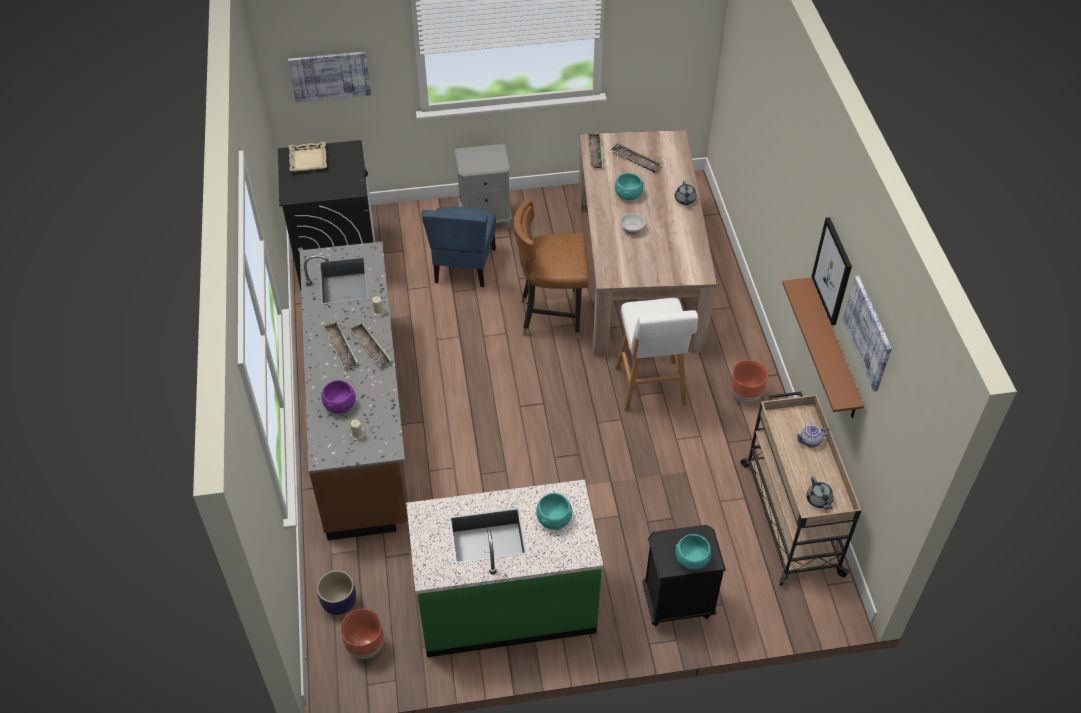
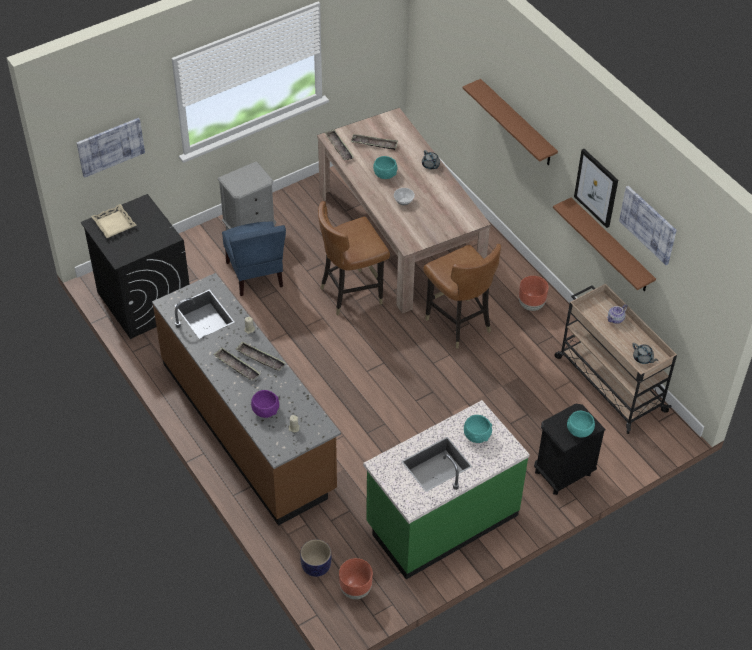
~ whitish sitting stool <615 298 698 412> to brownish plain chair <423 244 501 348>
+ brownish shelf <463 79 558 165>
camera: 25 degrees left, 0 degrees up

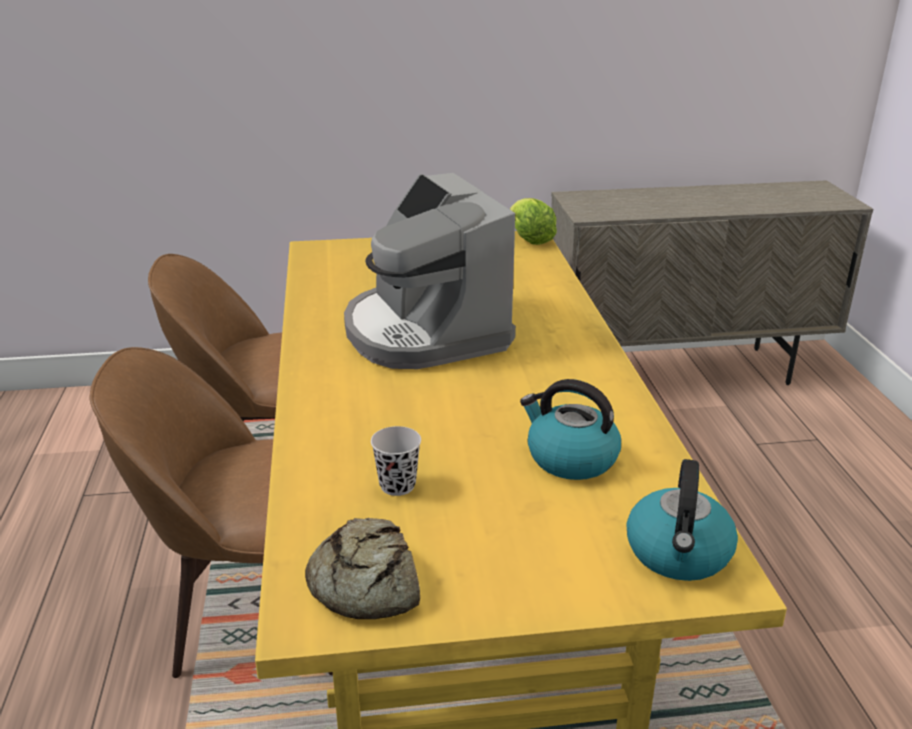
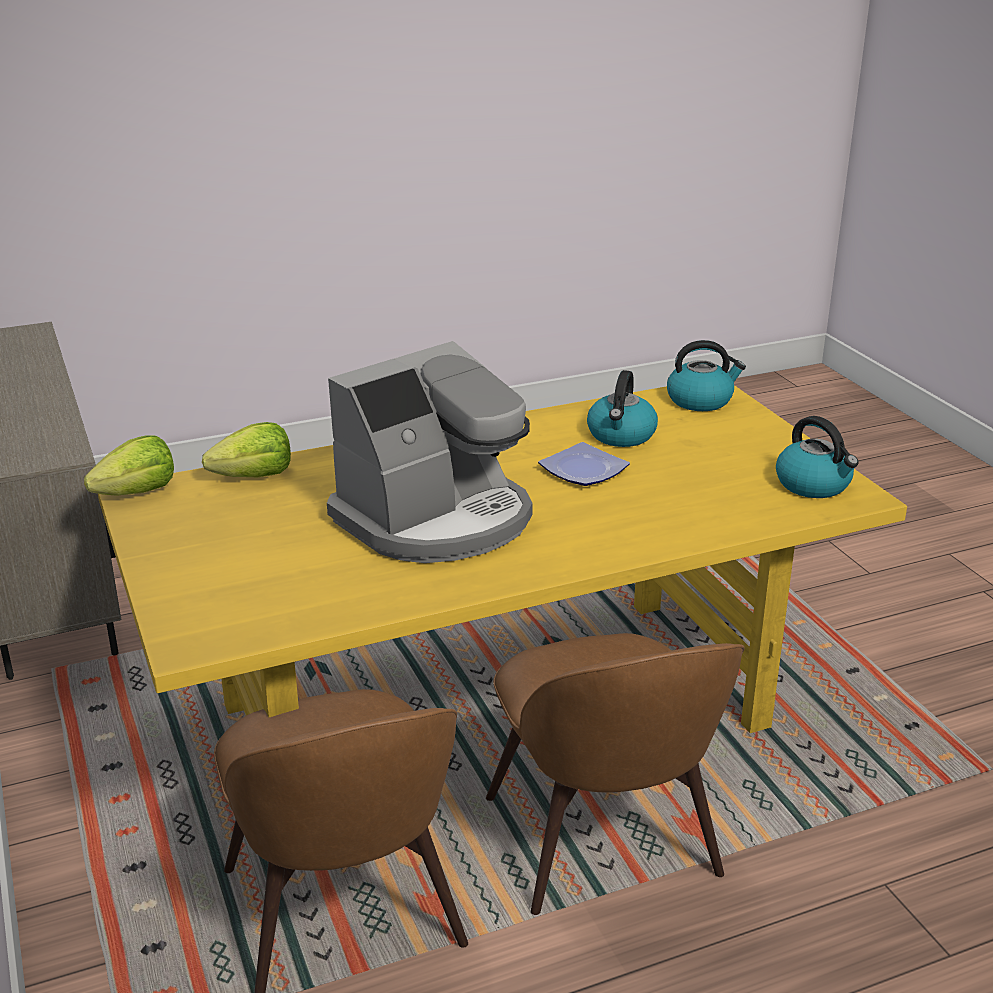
+ lettuce <202 422 291 477>
+ flat dish <538 442 630 486>
~ bread <305 518 420 619> to tea kettle <776 416 859 498>
- blackish cup <371 426 421 496>
camera: 105 degrees left, 0 degrees up

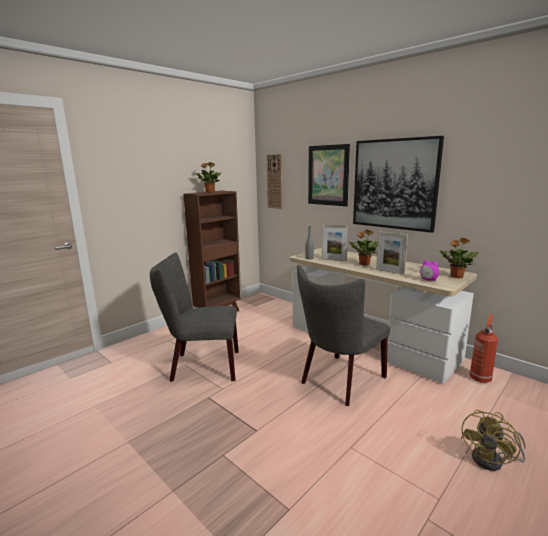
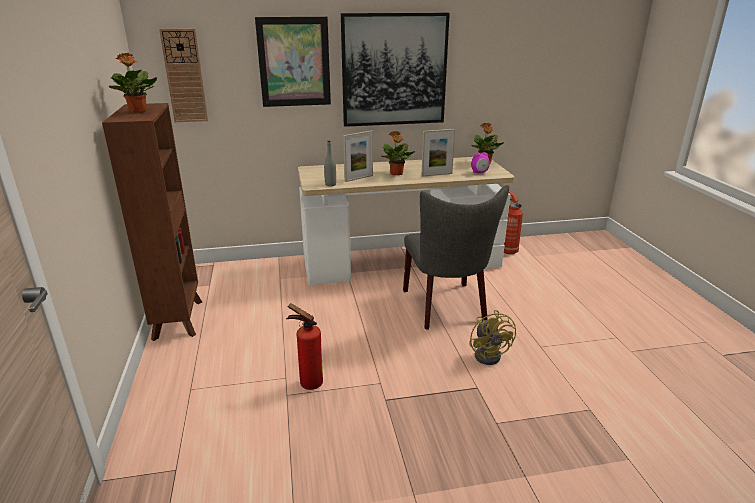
~ greyish plain chair <150 252 239 382> to extinguisher <286 303 323 390>
~ yellowish electric fan <461 410 526 471> to <469 310 516 365>
camera: 55 degrees left, 10 degrees up

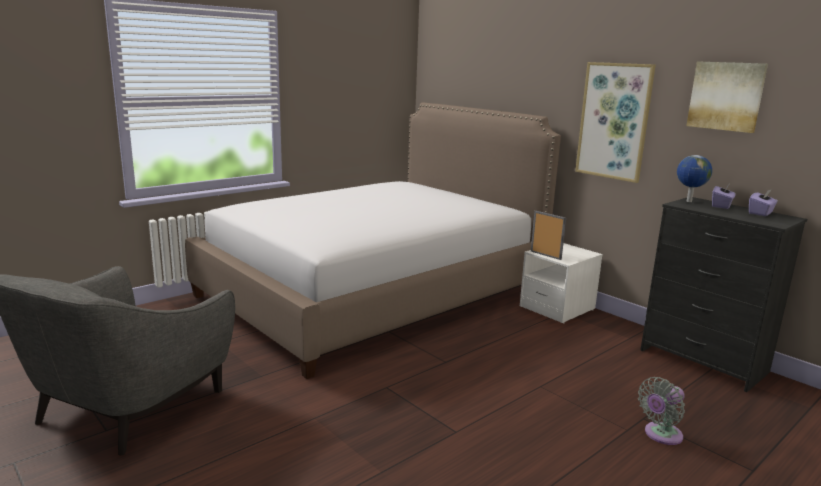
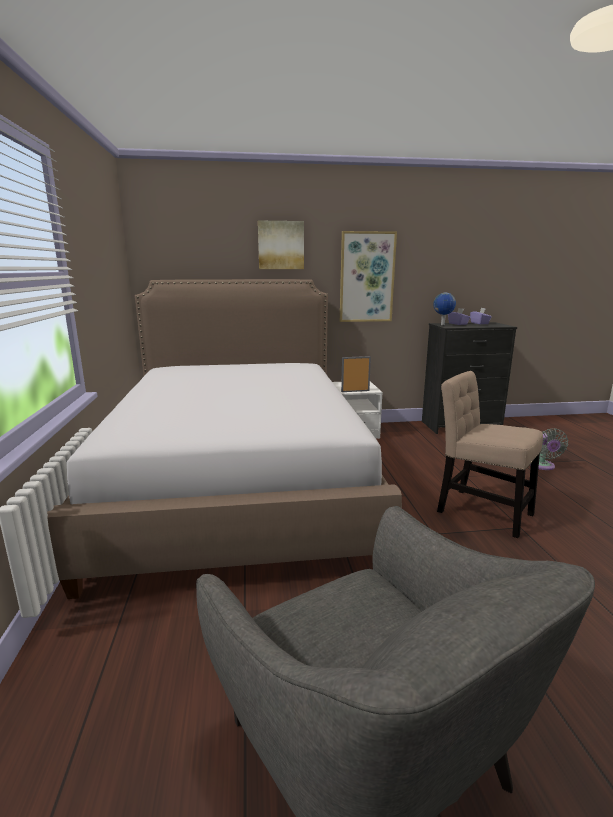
~ picture <686 61 768 133> to <258 221 304 269>
+ sand-coloured plain chair <437 371 543 538>
camera: 55 degrees left, 0 degrees up

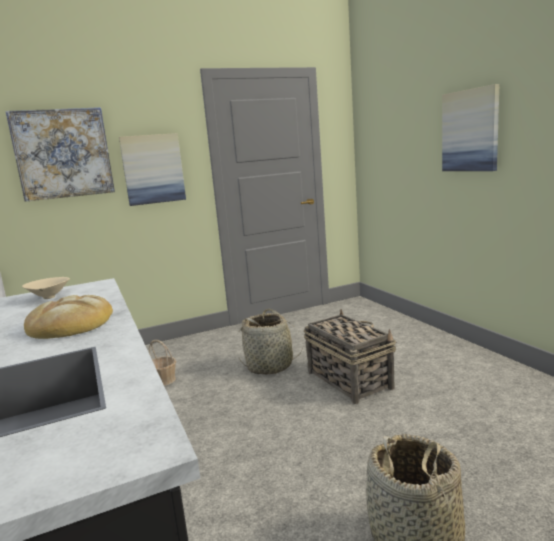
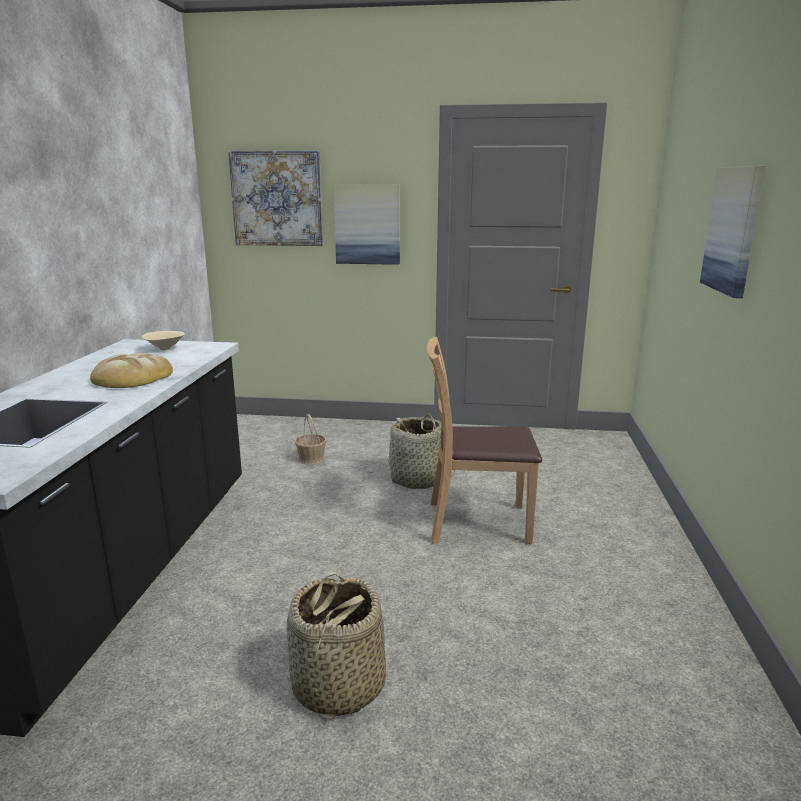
~ basket <304 309 396 404> to brownish plain chair <427 337 542 544>
camera: 30 degrees right, 5 degrees up

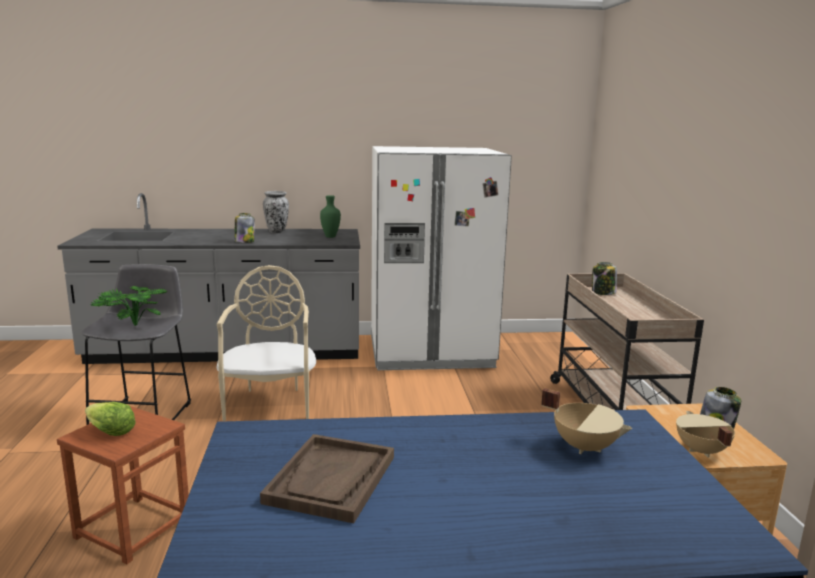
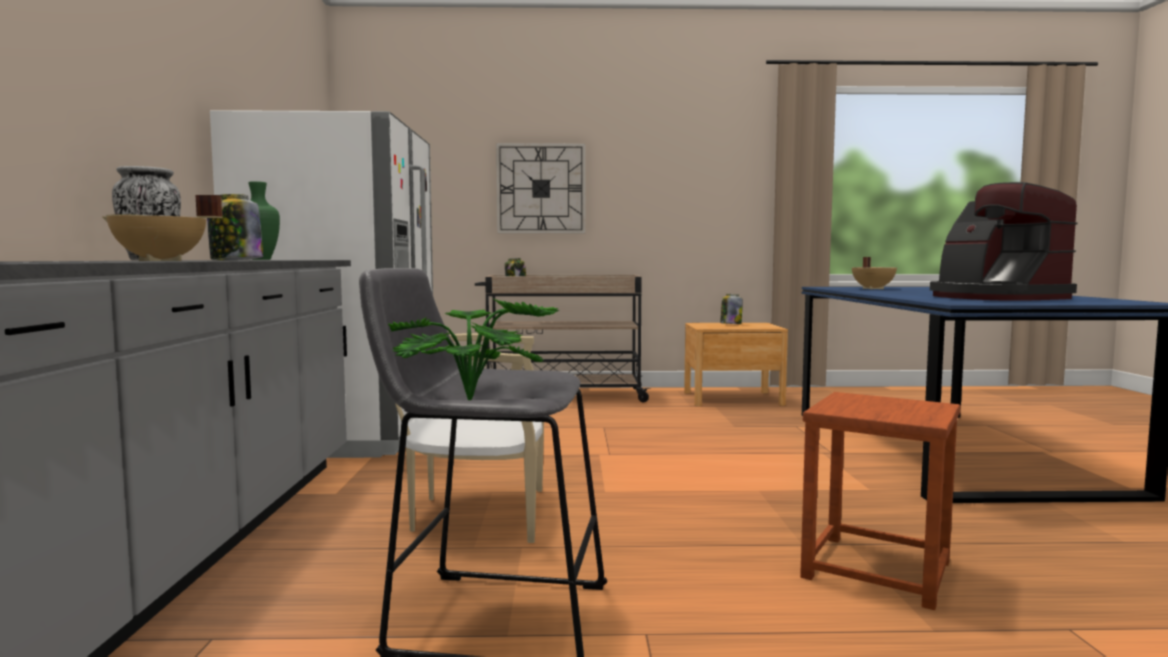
~ sand-coloured stockpot <676 411 735 457> to <102 195 222 261>
+ hanging clock <496 143 586 234>
~ brownish tray <260 434 394 523> to coffee machine <930 182 1078 301>
- lettuce <85 402 136 436>
camera: 85 degrees left, 10 degrees down

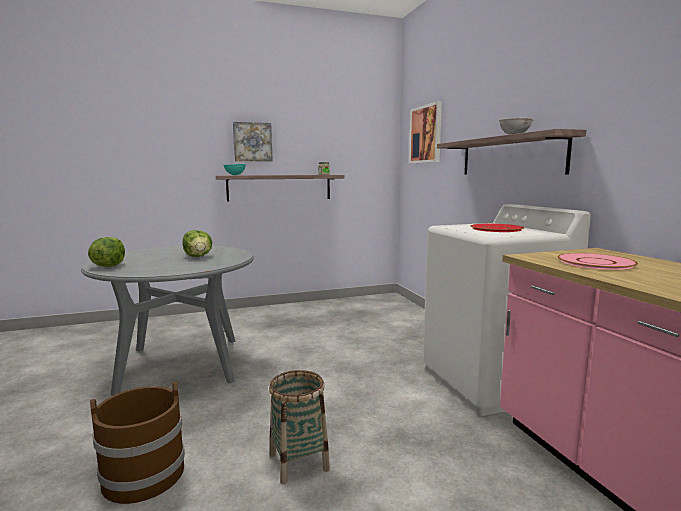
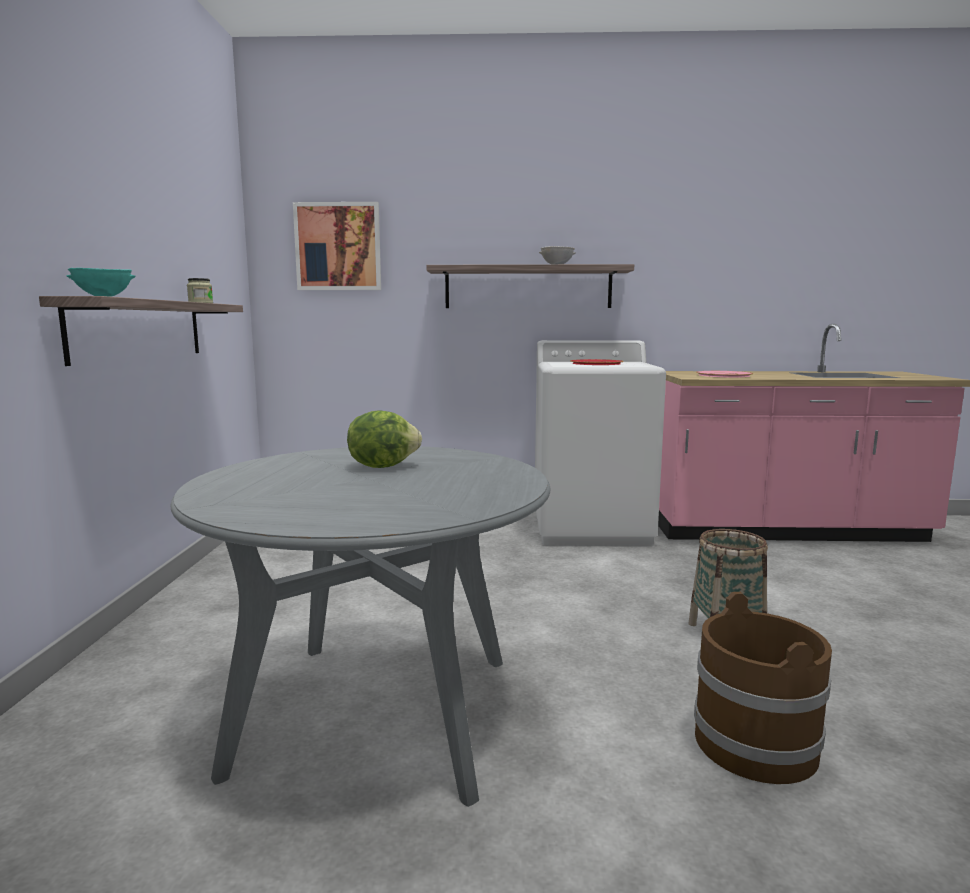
- lettuce <88 237 125 267>
- picture <233 122 273 161>
camera: 70 degrees left, 0 degrees up

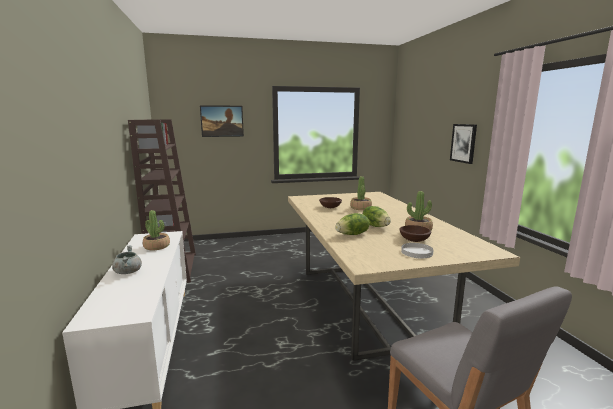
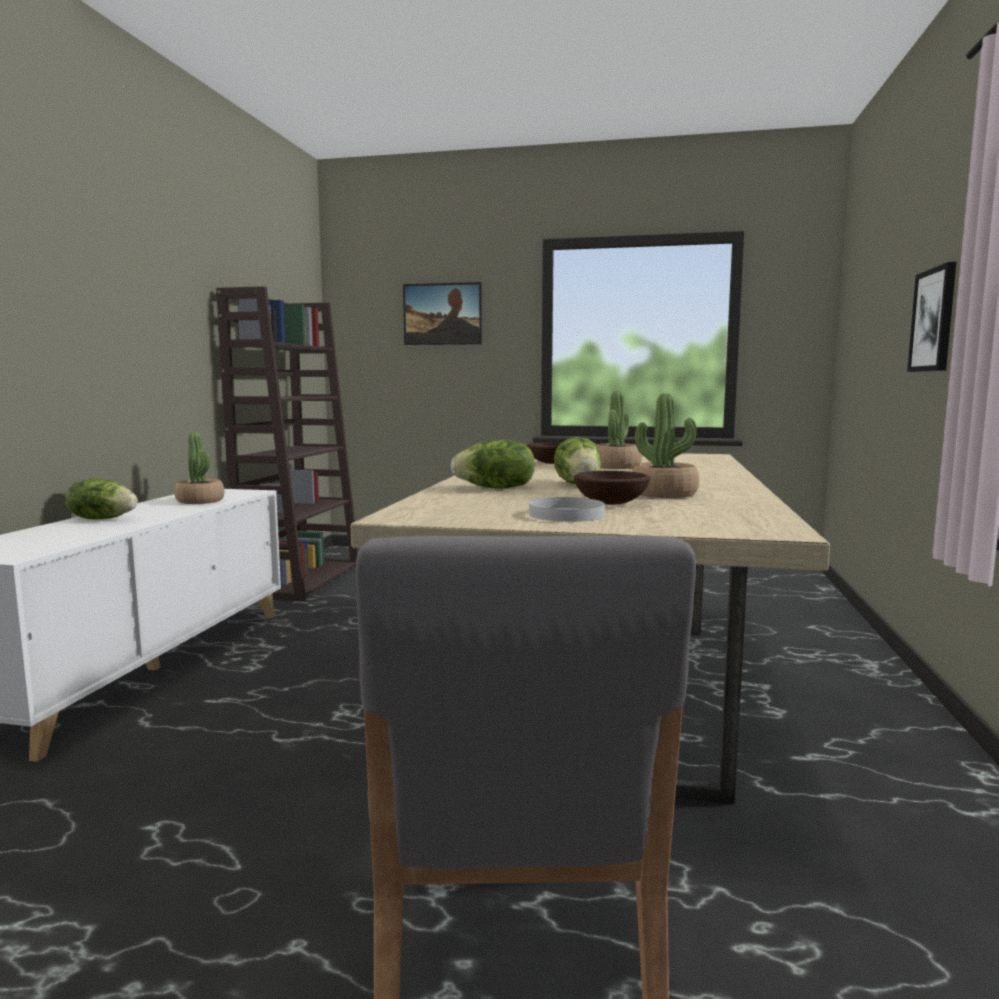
~ greyish stockpot <112 245 142 274> to lettuce <65 479 138 519>
camera: 25 degrees right, 5 degrees down

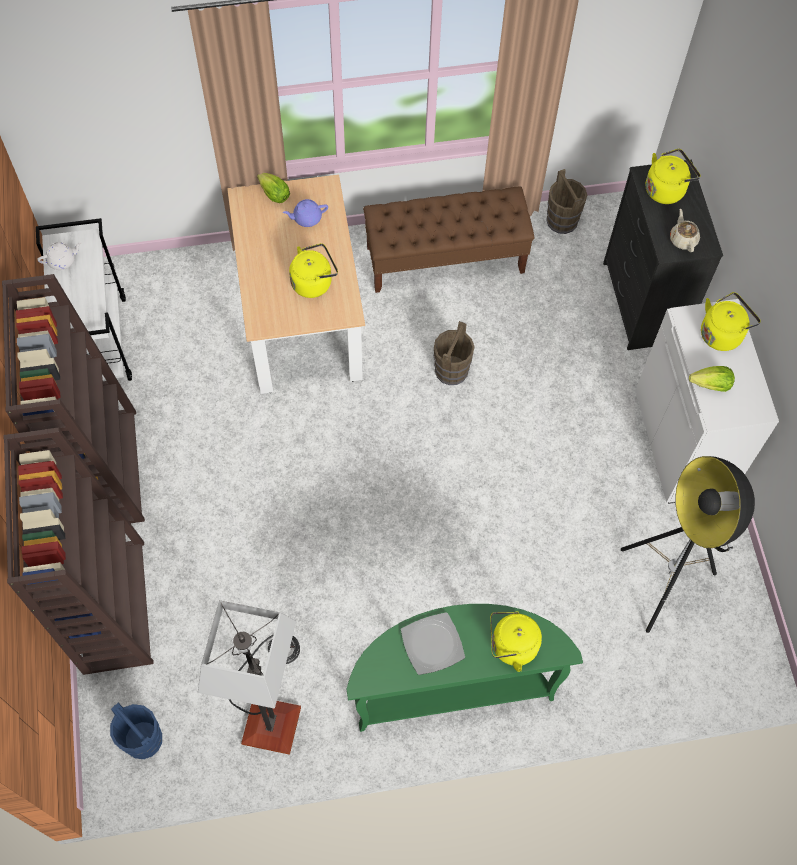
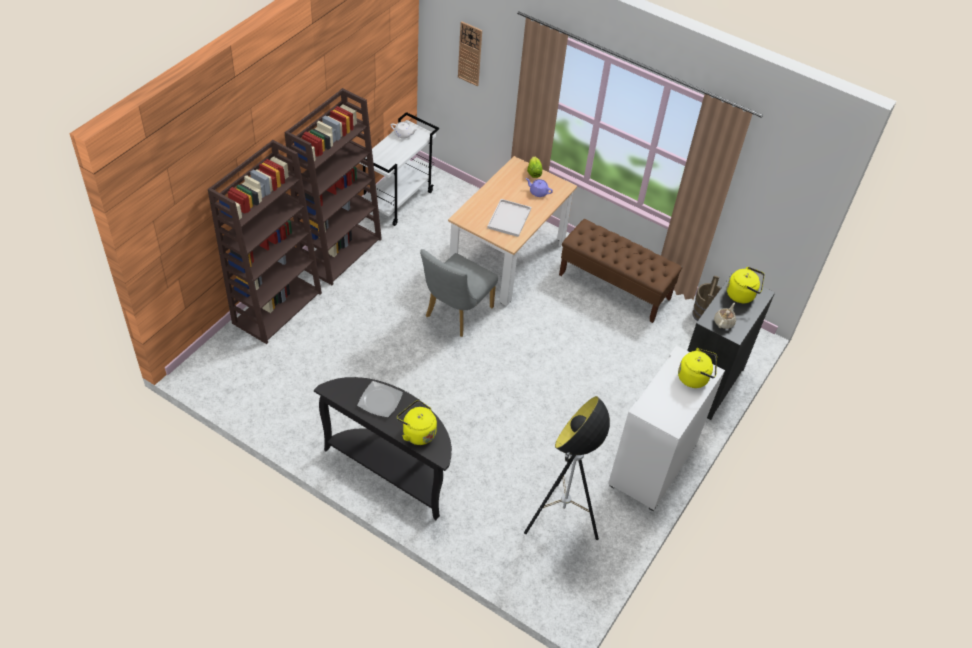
~ greenish narrow table <347 604 583 732> to blackish narrow table <314 377 452 520>
+ greyish plain chair <420 249 498 337>
+ hanging clock <458 21 482 86>
~ yellowish tea kettle <289 243 338 298> to whitish tray <487 199 531 237>
- blue water bucket <110 703 162 759>
- standard lamp <198 600 301 755>
- brownish water bucket <434 321 475 385>
- lettuce <689 366 735 392>
camera: 40 degrees right, 15 degrees down

